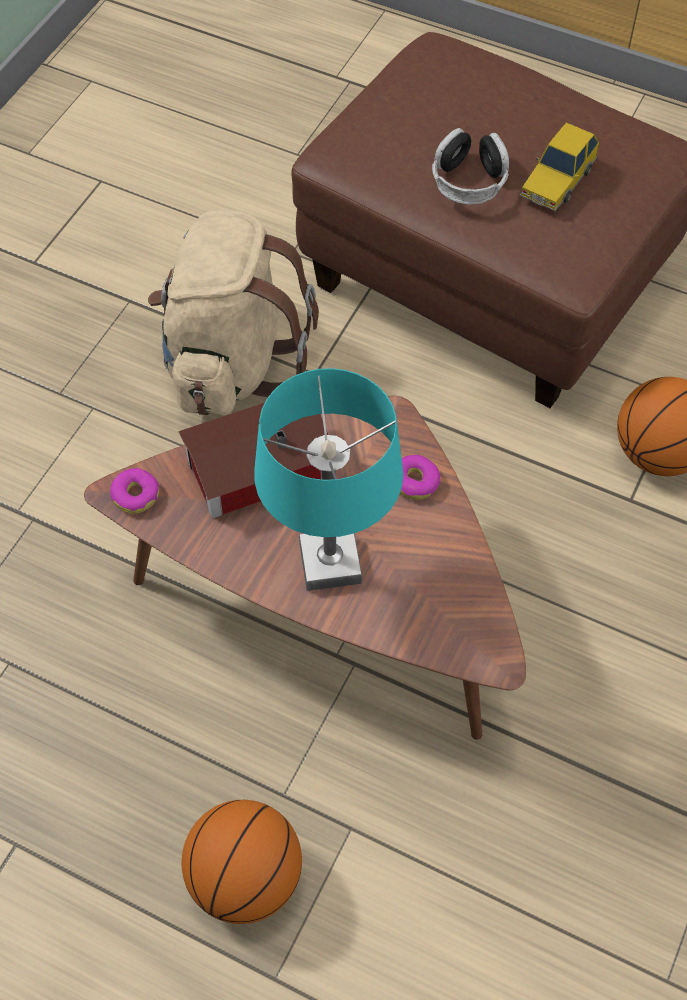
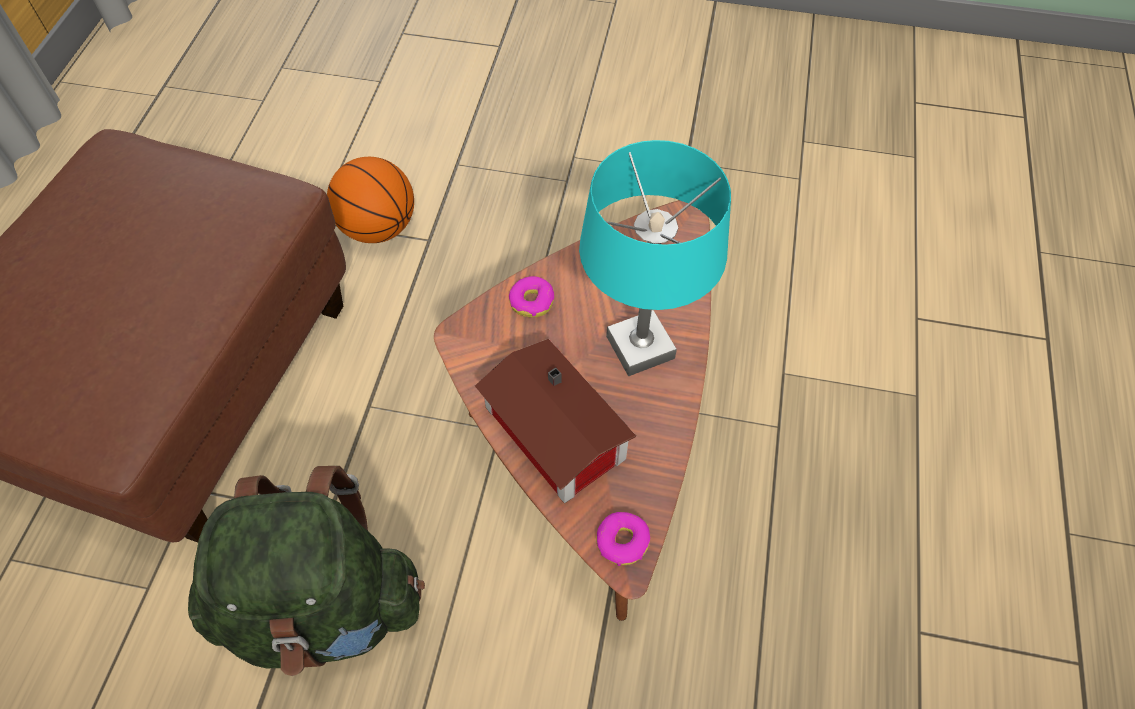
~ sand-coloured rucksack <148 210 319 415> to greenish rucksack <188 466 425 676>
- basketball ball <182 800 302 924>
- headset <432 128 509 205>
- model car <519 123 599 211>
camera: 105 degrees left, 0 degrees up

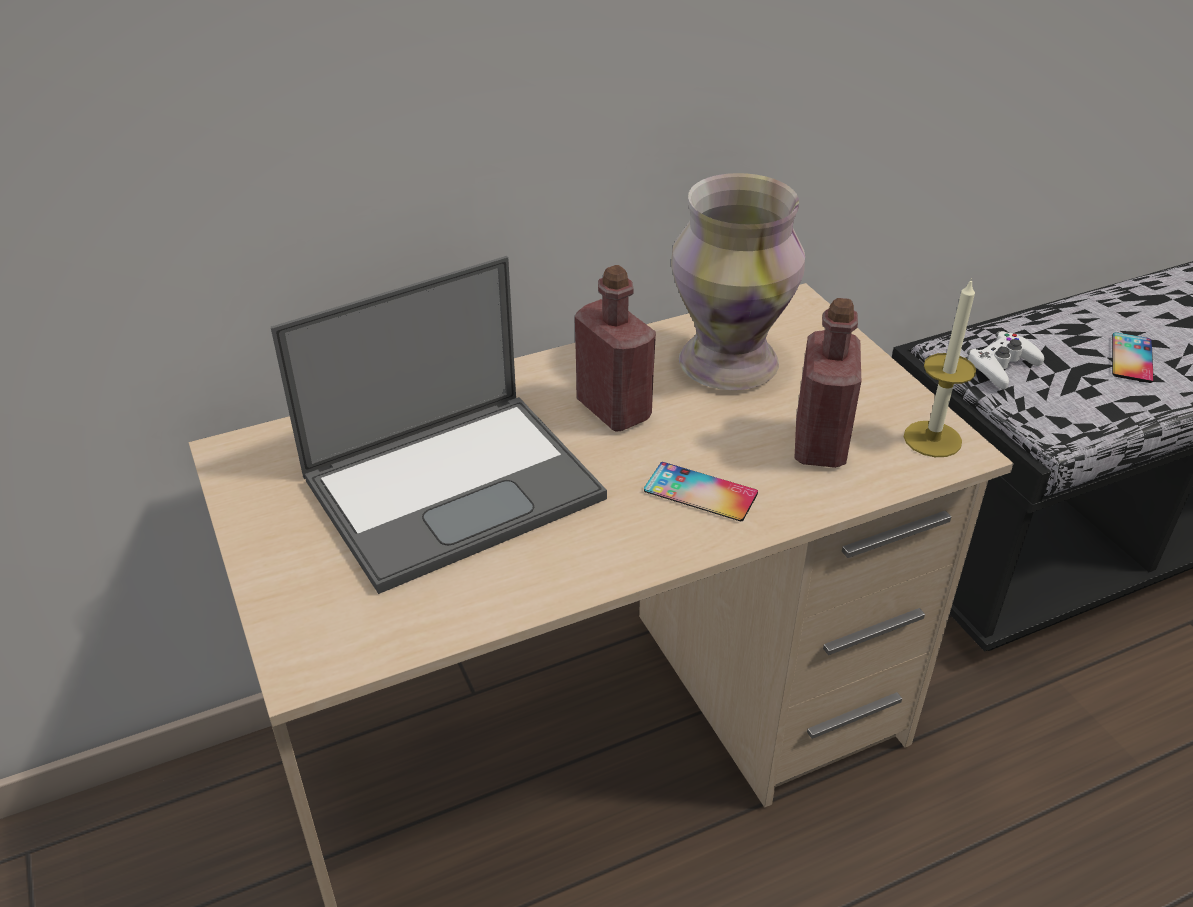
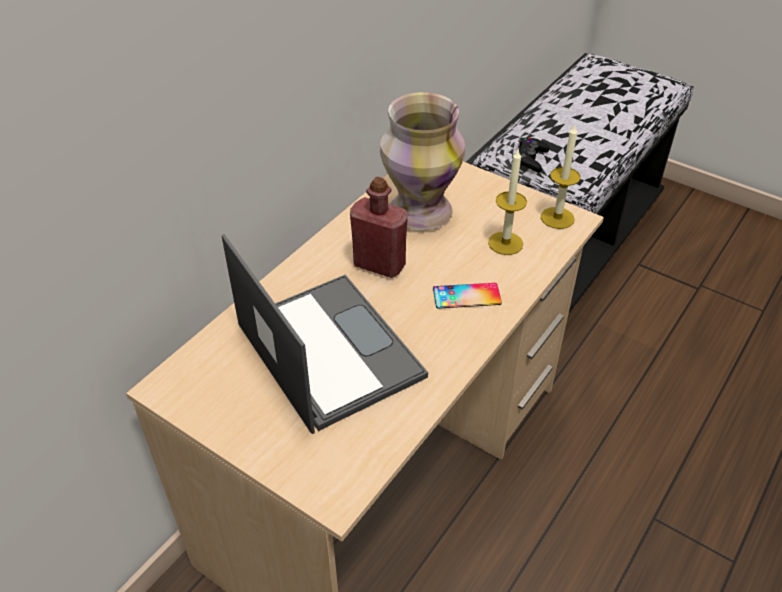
~ laptop <271 256 607 594> = <222 234 428 434> 60 degrees counterclockwise
~ red-coloured drink bottle <794 298 861 468> to wax candle <488 150 527 255>
~ whitish joypad <967 331 1044 390> to blackish joypad <512 137 549 173>
- handset <1112 332 1154 383>
camera: 30 degrees left, 5 degrees up

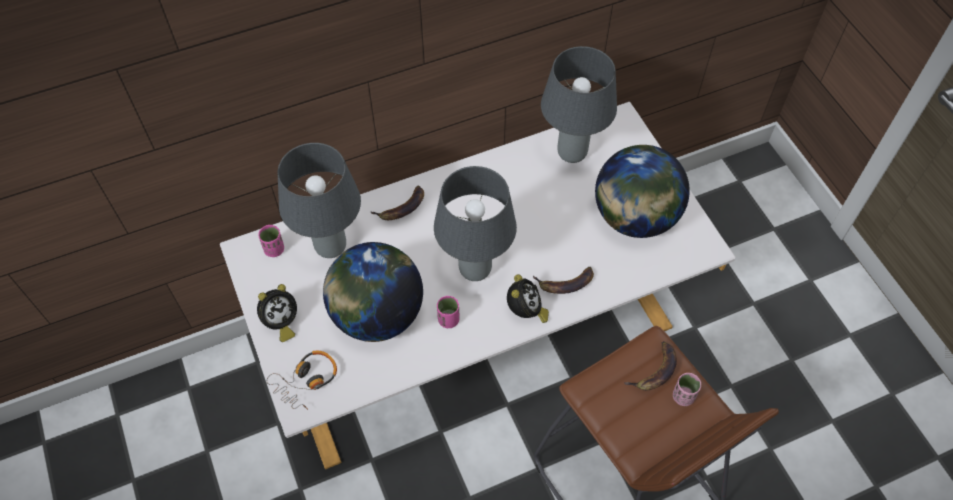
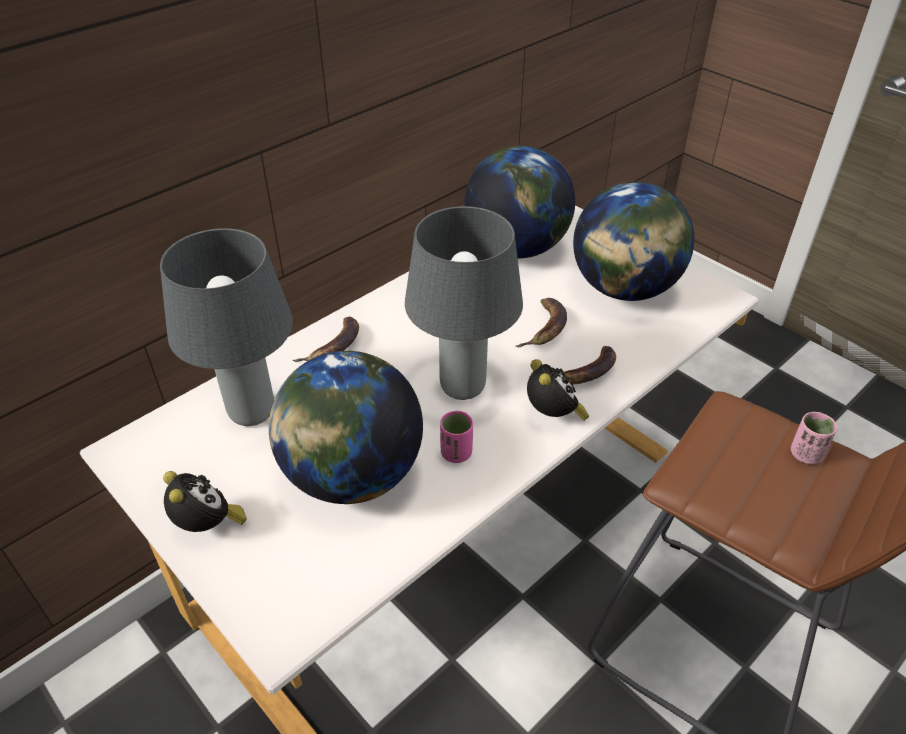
~ bedside clock <257 284 297 342> = <163 471 247 532> 60 degrees counterclockwise
~ greyish tabletop lamp <541 46 617 163> to globe <464 146 575 258>
~ banana fruit <624 341 677 390> to <516 298 567 348>
- pink cup <259 225 284 257>
- headset <267 351 337 410>
camera: 20 degrees left, 15 degrees down

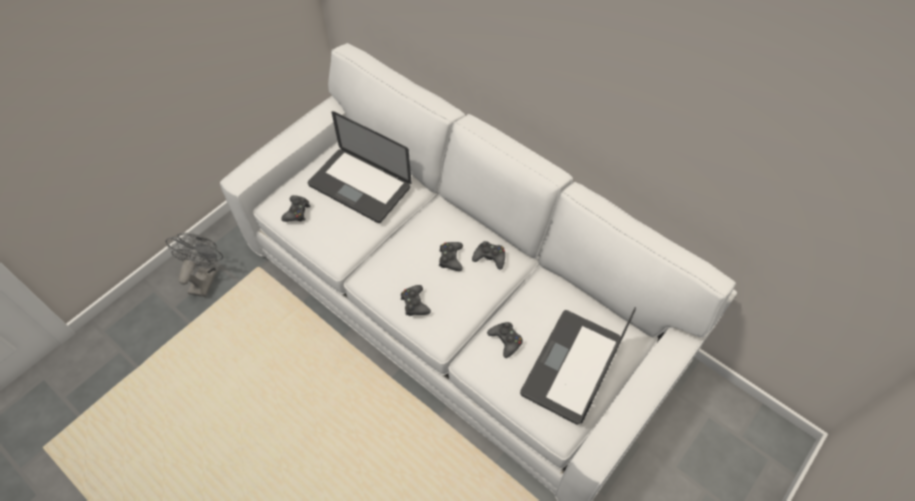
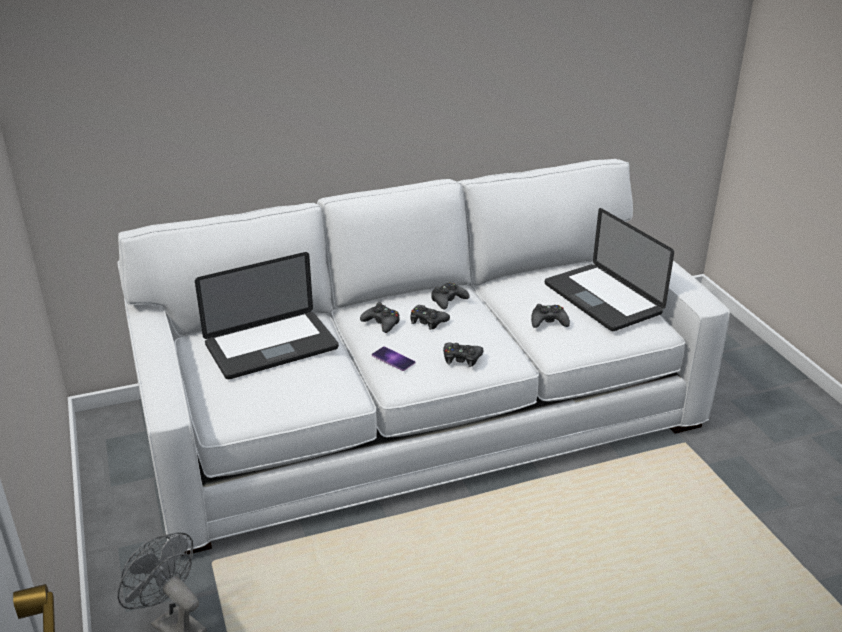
~ blackish joypad <281 195 311 222> to <360 302 400 333>
+ handset <372 347 415 371>
camera: 60 degrees left, 25 degrees down

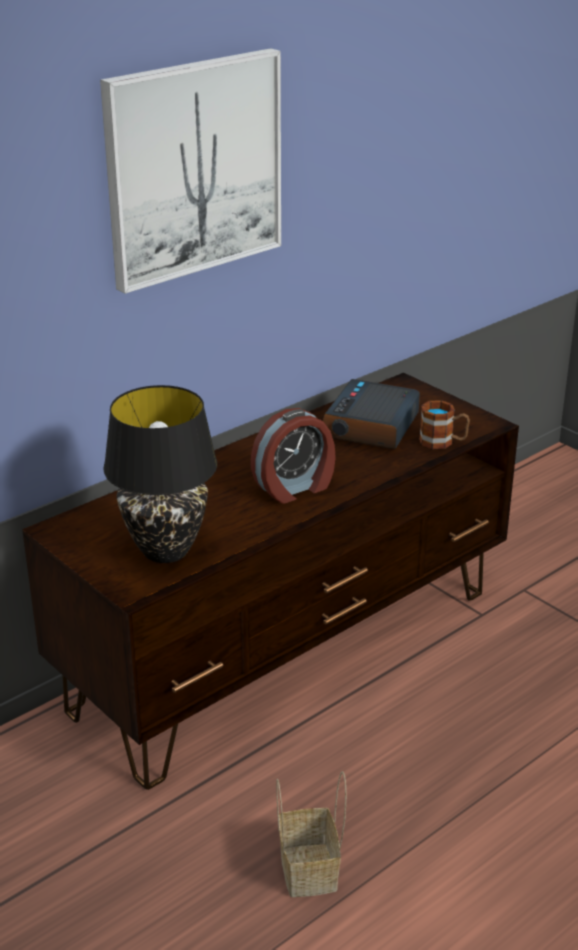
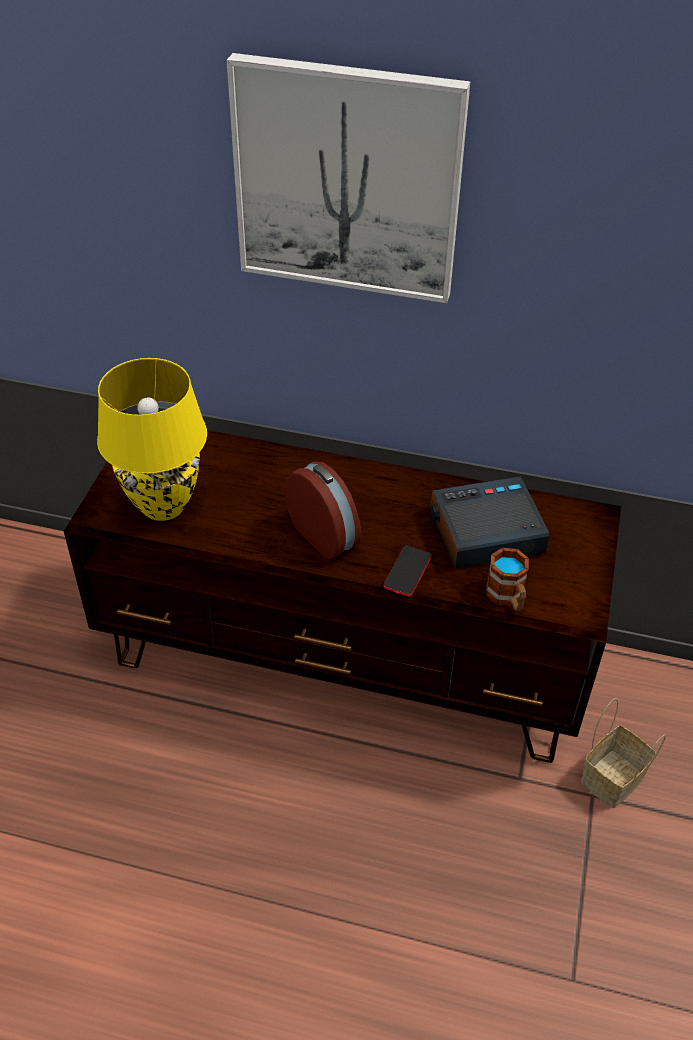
~ blackish tabletop lamp <103 385 217 563> to yellowish tabletop lamp <97 358 207 521>
~ bedside clock <251 408 336 504> = <285 462 362 559> 150 degrees counterclockwise
+ handset <384 545 431 597>
~ basket <276 771 346 897> to <581 698 666 808>
camera: 55 degrees right, 15 degrees up

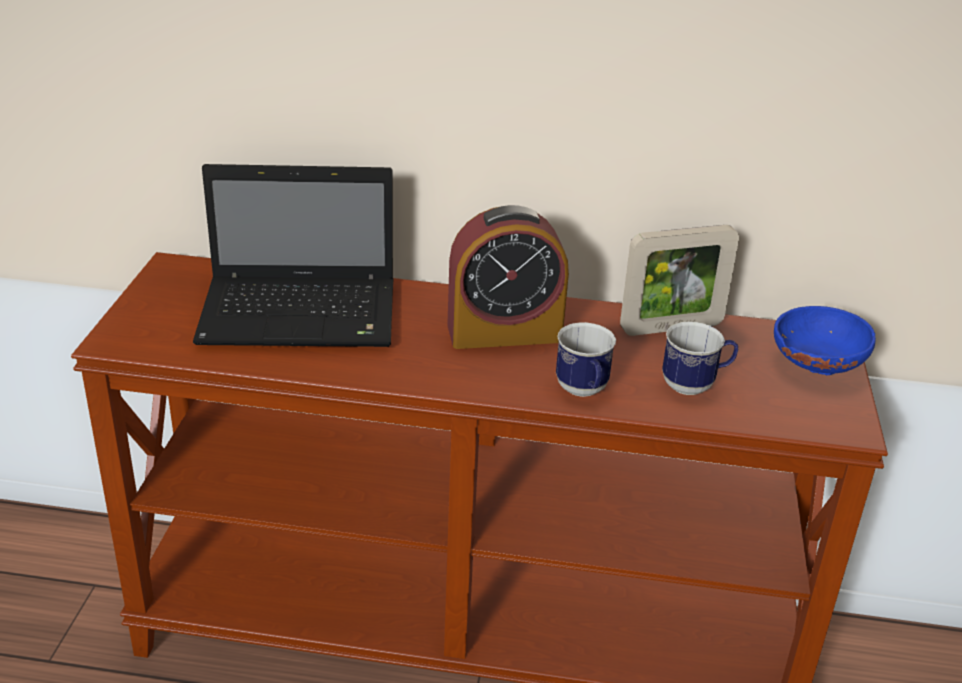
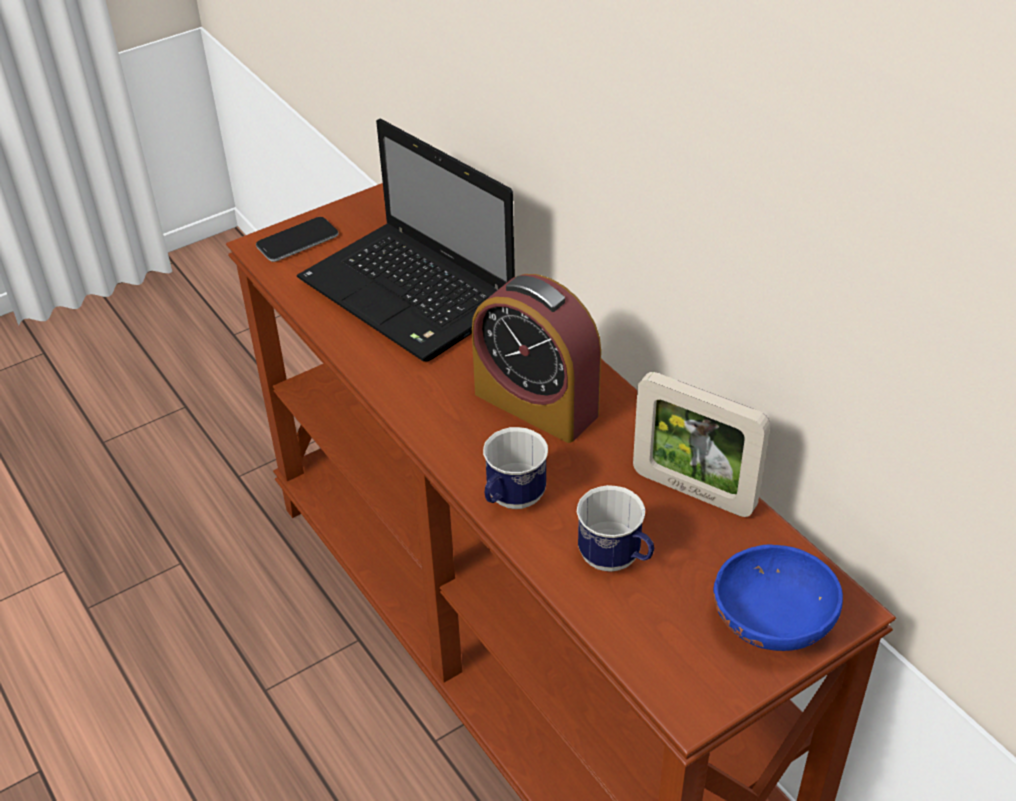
+ handset <256 217 338 262>
camera: 50 degrees right, 10 degrees up

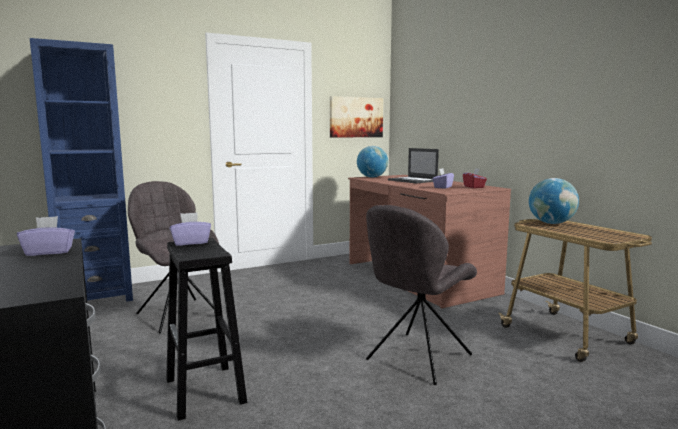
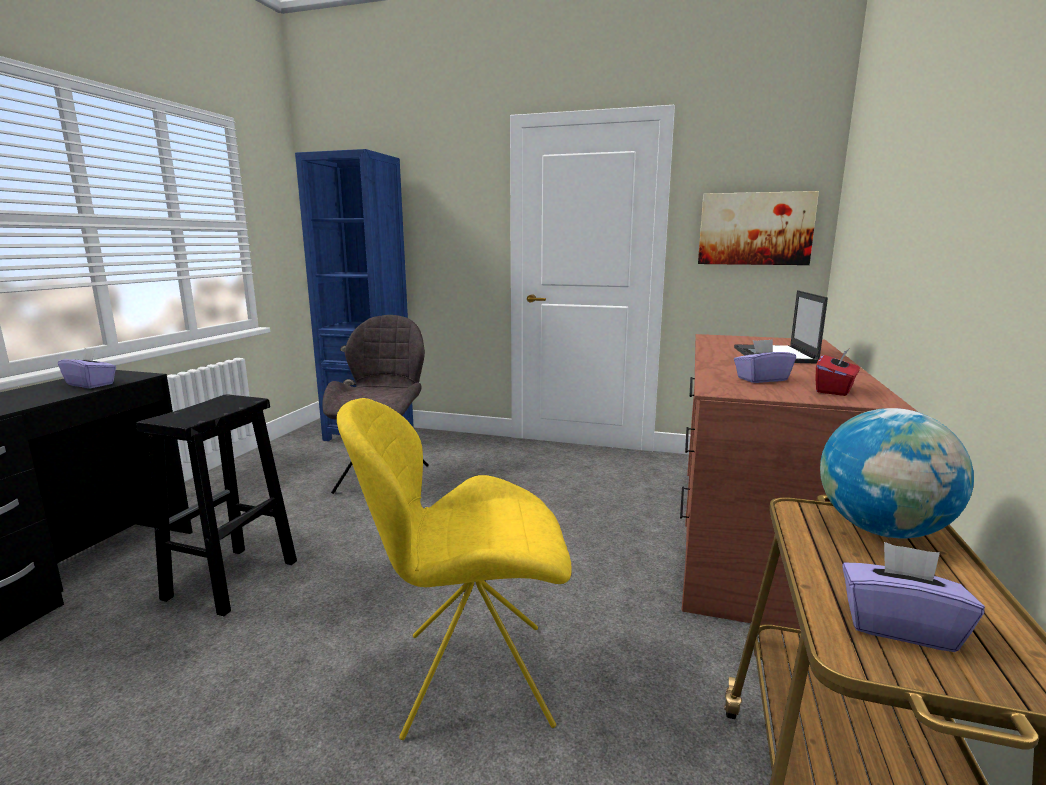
~ greyish plain chair <366 205 477 385> to yellowish plain chair <337 398 571 740>
~ purple box of tissues <169 212 211 246> to <842 542 985 652>
- globe <357 146 388 178>
camera: 45 degrees right, 5 degrees up

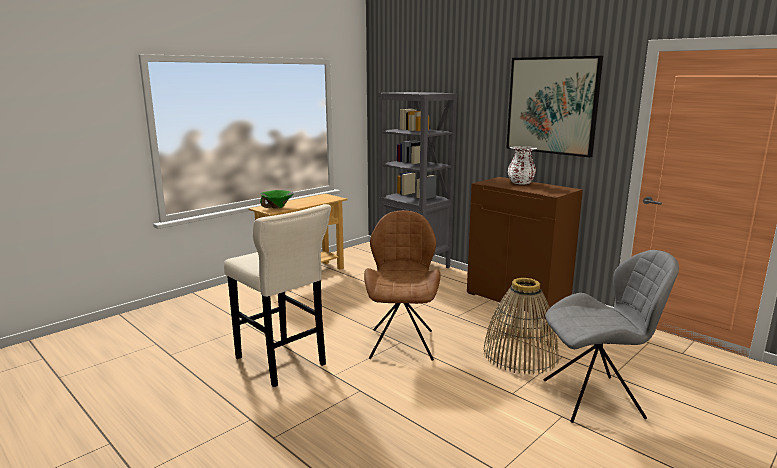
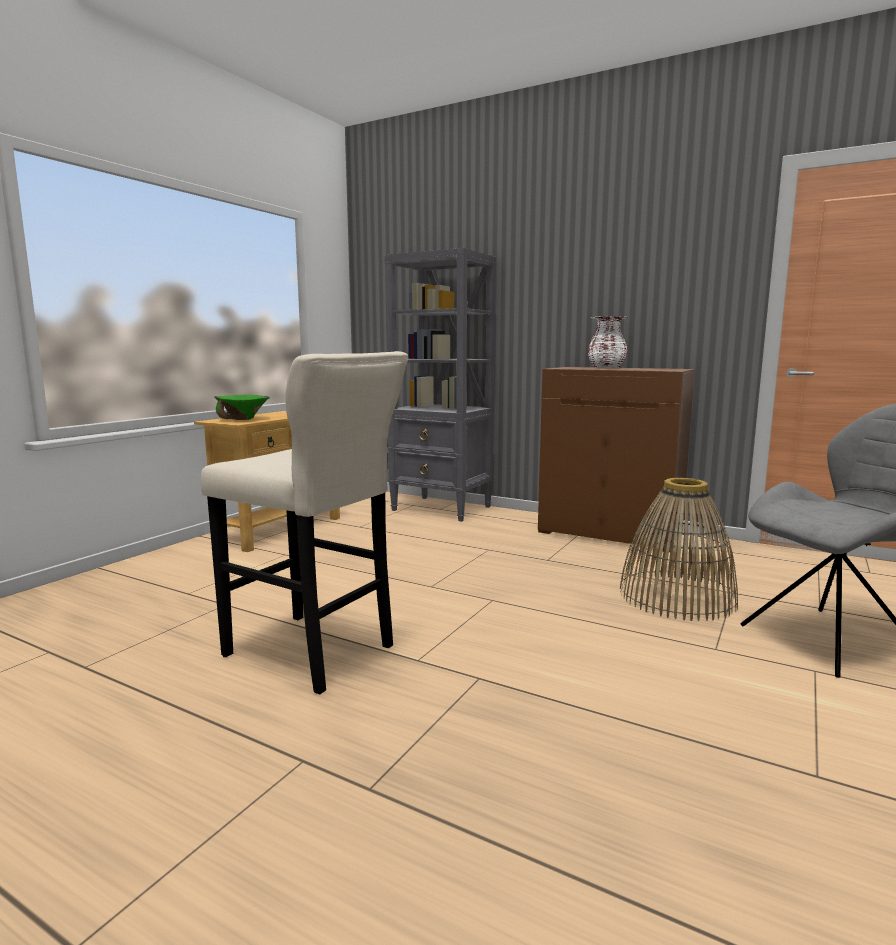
- brownish plain chair <364 210 440 361>
- picture <506 56 603 157>
camera: 15 degrees left, 5 degrees down

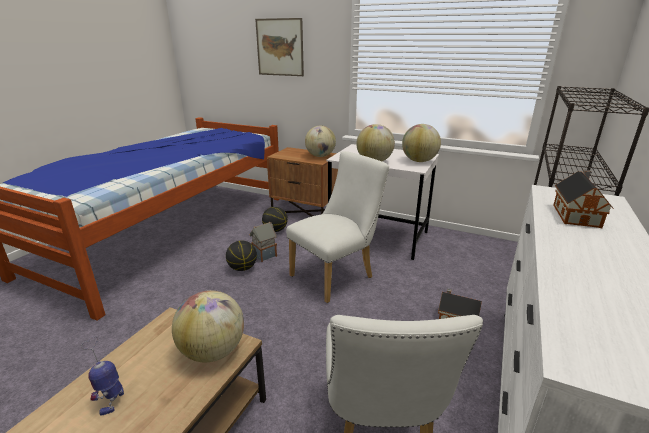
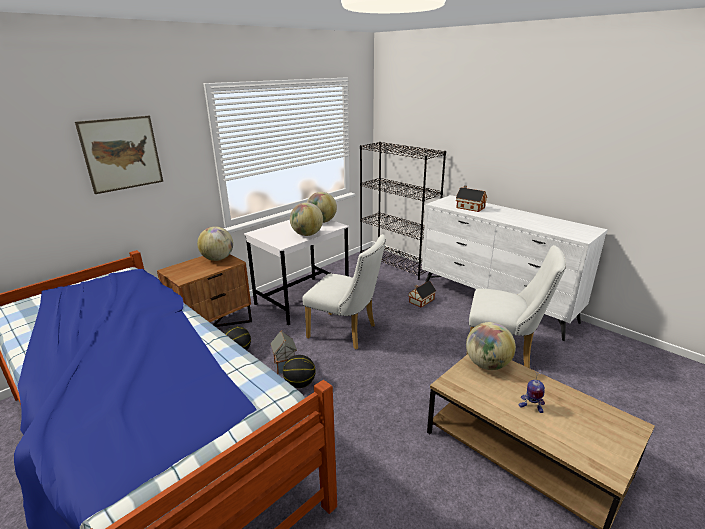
~ whitish plain chair <286 151 389 303> = <302 234 386 349> 135 degrees clockwise
camera: 70 degrees left, 0 degrees up

